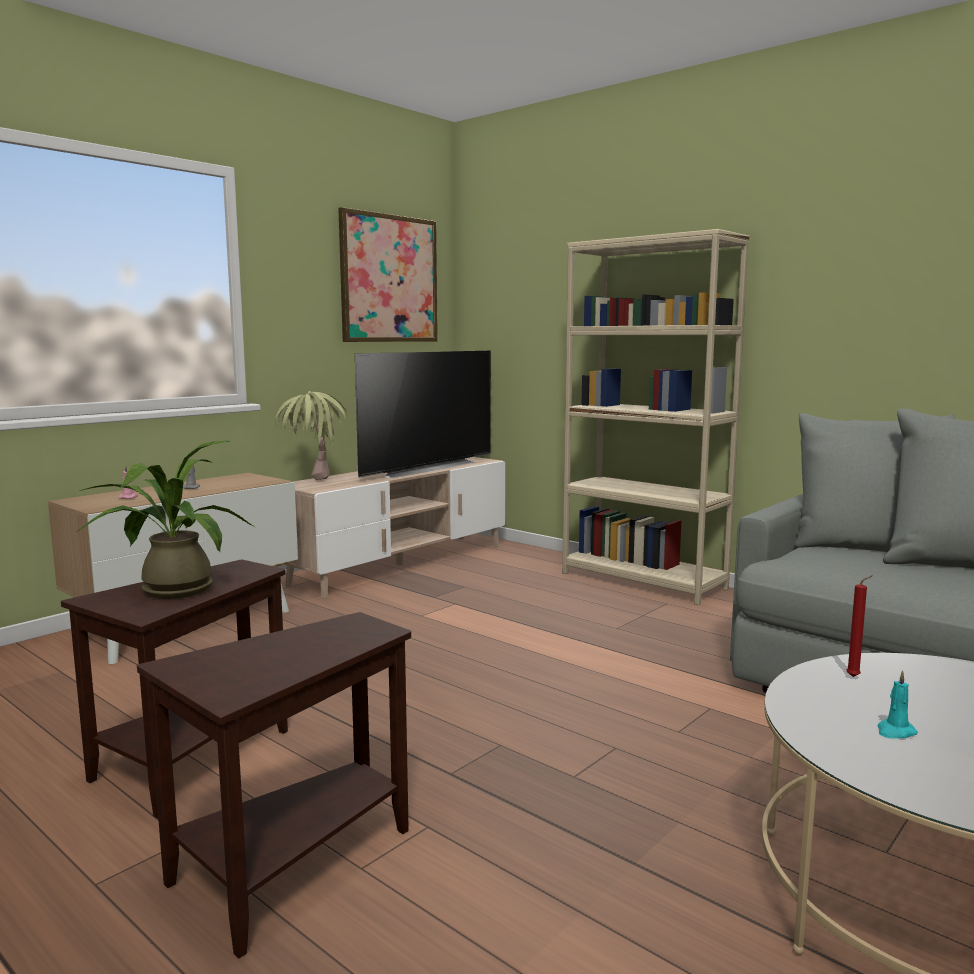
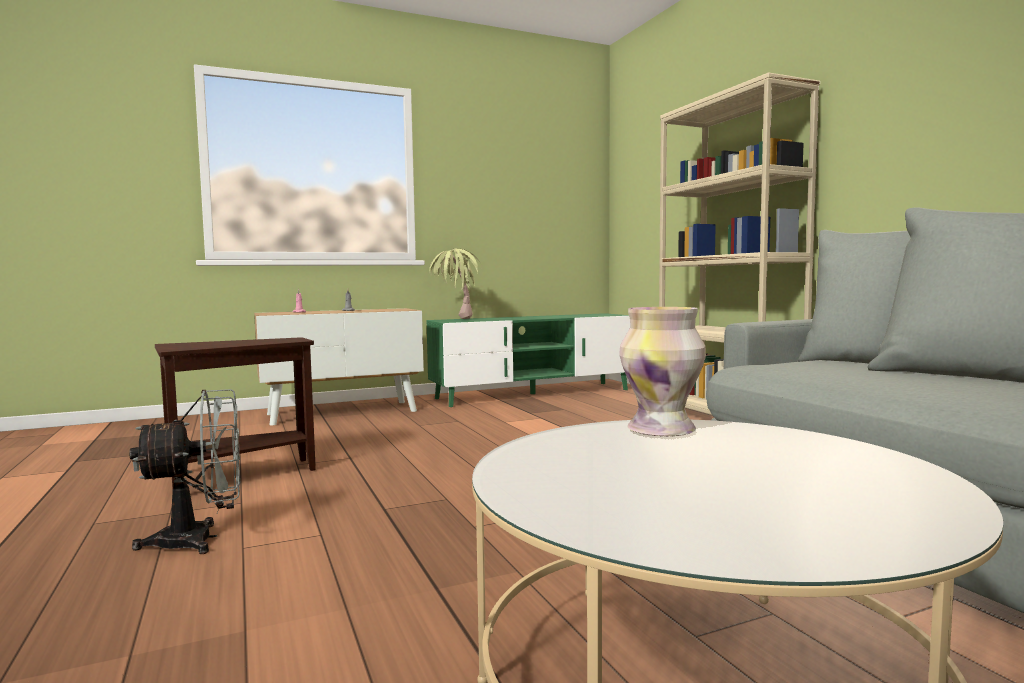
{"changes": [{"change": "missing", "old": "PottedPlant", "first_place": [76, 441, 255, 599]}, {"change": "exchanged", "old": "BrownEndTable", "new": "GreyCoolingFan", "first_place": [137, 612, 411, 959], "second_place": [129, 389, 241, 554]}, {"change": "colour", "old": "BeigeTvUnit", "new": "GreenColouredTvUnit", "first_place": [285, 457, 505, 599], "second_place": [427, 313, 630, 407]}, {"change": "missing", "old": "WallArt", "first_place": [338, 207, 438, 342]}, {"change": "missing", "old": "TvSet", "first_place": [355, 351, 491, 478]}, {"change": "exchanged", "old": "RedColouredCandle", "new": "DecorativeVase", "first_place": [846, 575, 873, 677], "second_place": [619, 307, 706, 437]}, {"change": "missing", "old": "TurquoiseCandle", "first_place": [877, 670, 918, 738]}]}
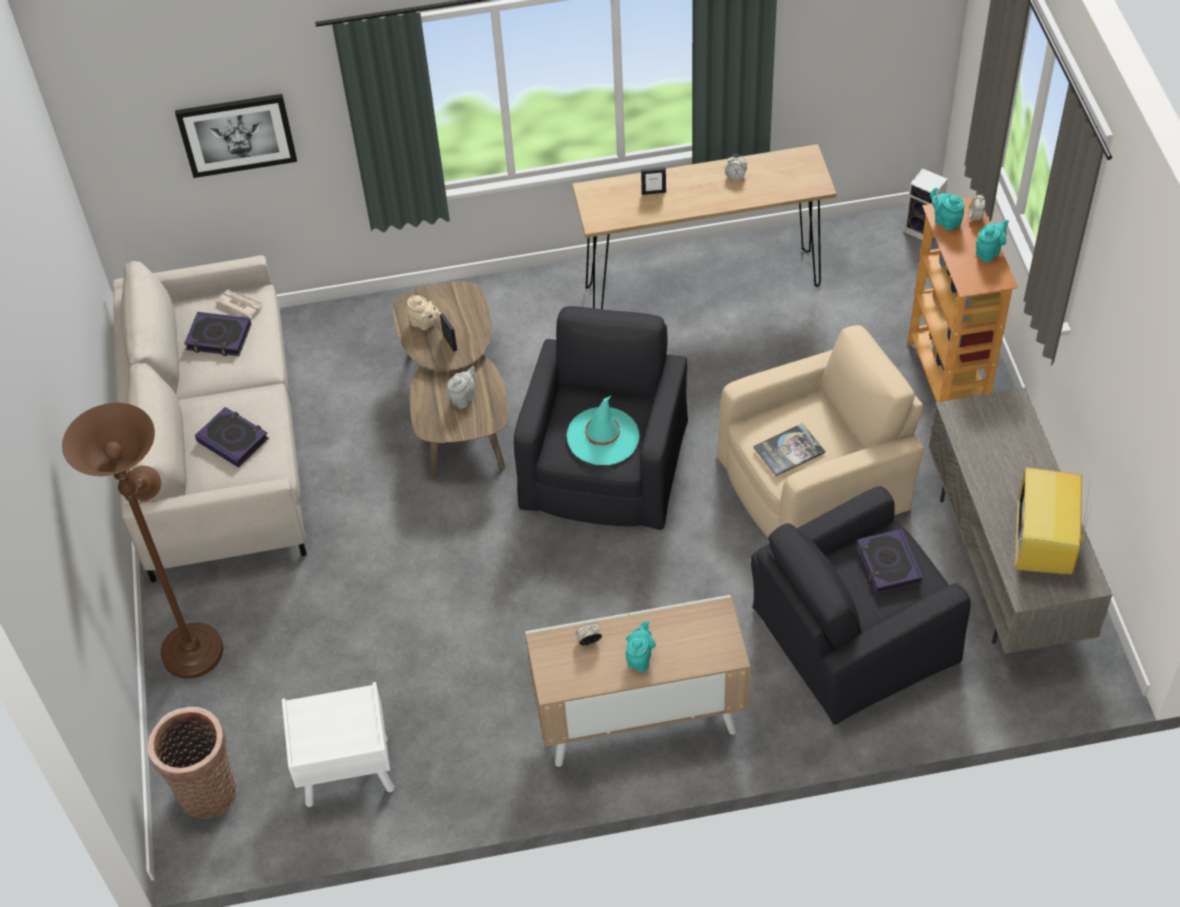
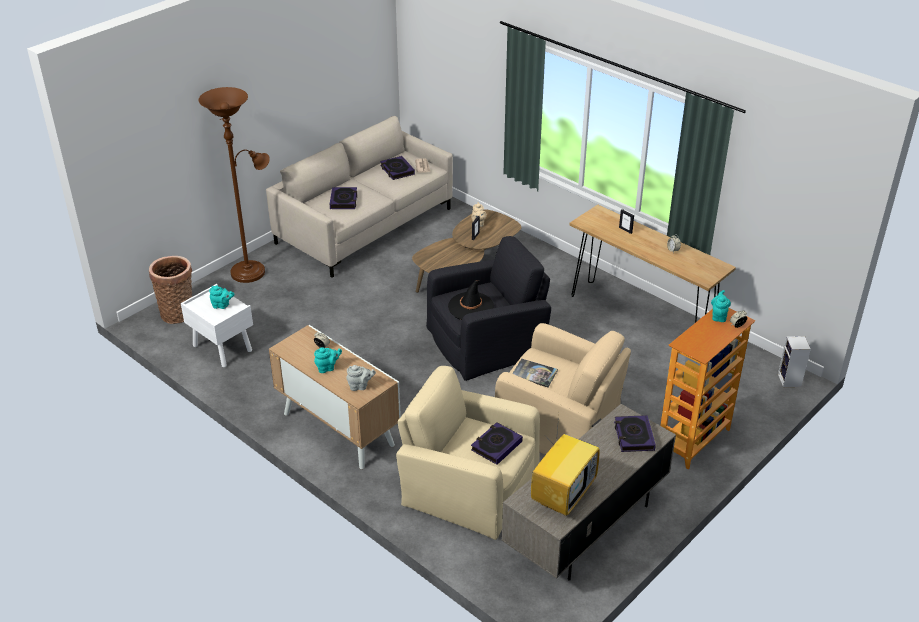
{"changes": [{"change": "missing", "old": "WallArt", "first_place": [175, 94, 297, 178]}, {"change": "relocated", "old": "GreyTeapot", "first_place": [447, 366, 476, 409], "second_place": [346, 365, 376, 391]}, {"change": "colour", "old": "TurquoiseWearableHat", "new": "BlackishWearableHat", "first_place": [567, 395, 640, 465], "second_place": [448, 280, 494, 320]}, {"change": "colour", "old": "BlackishLoungeChair", "new": "BeigeLoungeChair", "first_place": [751, 486, 970, 725], "second_place": [396, 366, 540, 540]}, {"change": "relocated", "old": "TurquoiseTeapot", "first_place": [976, 220, 1009, 262], "second_place": [209, 285, 235, 309]}, {"change": "spun", "old": "TvSet", "first_place": [1015, 468, 1092, 575], "second_place": [531, 416, 600, 516], "degrees": 150}, {"change": "appeared", "new": "BoundBook", "second_place": [614, 415, 656, 452]}]}
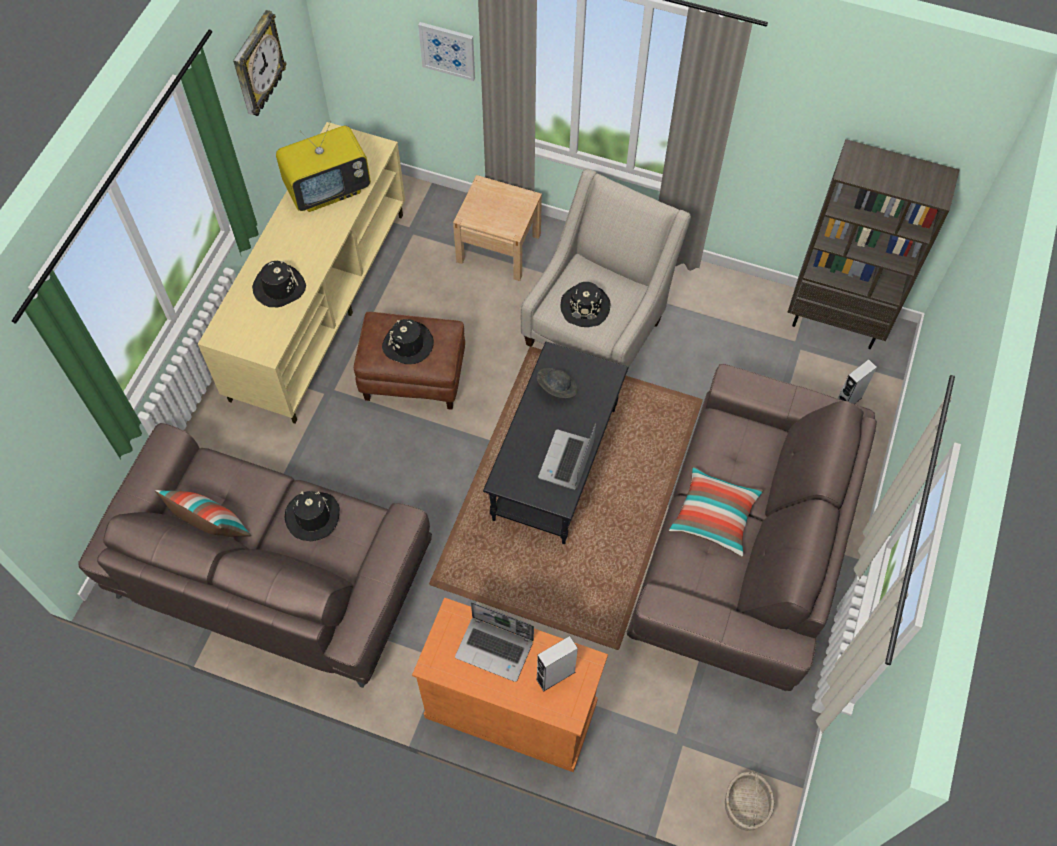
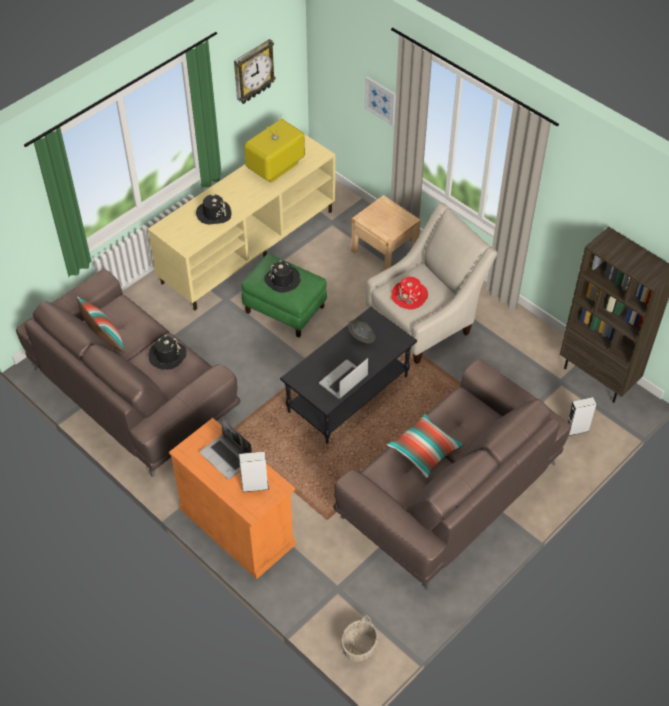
{"changes": [{"change": "spun", "old": "TvSet", "first_place": [276, 121, 371, 212], "second_place": [244, 114, 305, 183], "degrees": 135}, {"change": "colour", "old": "BrownOttoman", "new": "GreenColouredOttoman", "first_place": [354, 312, 465, 410], "second_place": [241, 253, 327, 338]}, {"change": "colour", "old": "BlackishWearableHat", "new": "RedColouredWearableHat", "first_place": [560, 282, 611, 327], "second_place": [392, 277, 428, 310]}]}
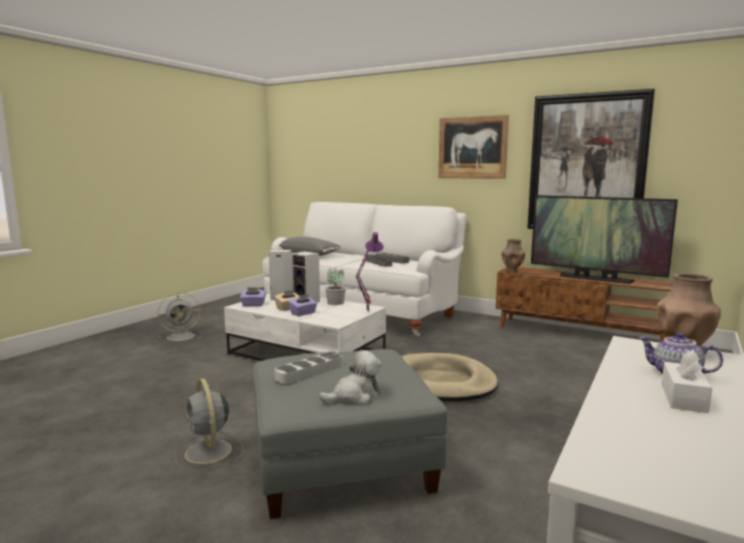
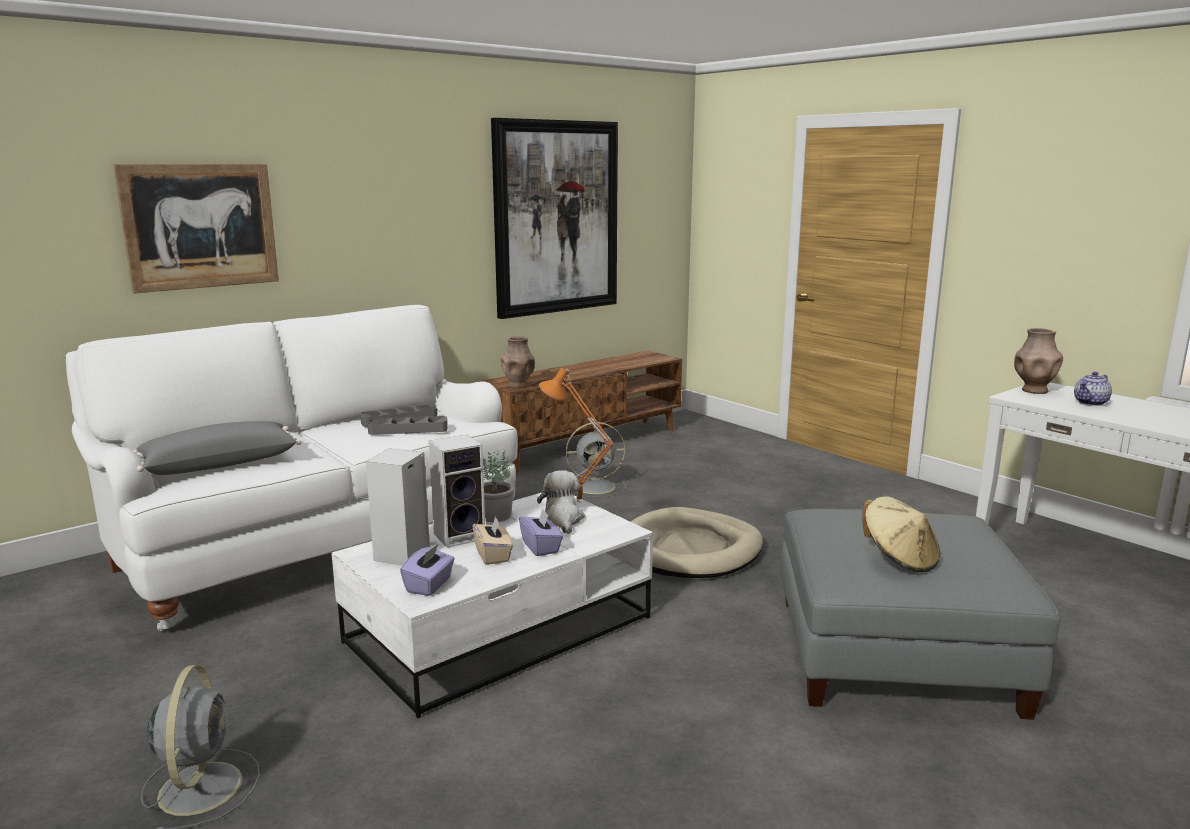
{"changes": [{"change": "relocated", "old": "GreyCoolingFan", "first_place": [174, 378, 244, 471], "second_place": [566, 422, 626, 497]}, {"change": "exchanged", "old": "GreyTray", "new": "BeigeWearableHat", "first_place": [274, 352, 343, 384], "second_place": [862, 496, 940, 572]}, {"change": "relocated", "old": "SoftToy", "first_place": [319, 350, 381, 403], "second_place": [537, 470, 585, 534]}, {"change": "colour", "old": "PurpleColouredTabletopLamp", "new": "OrangeColouredTabletopLamp", "first_place": [356, 232, 383, 312], "second_place": [539, 367, 614, 503]}, {"change": "relocated", "old": "WallArt", "first_place": [438, 115, 509, 179], "second_place": [113, 164, 279, 294]}, {"change": "missing", "old": "TvSet", "first_place": [531, 195, 678, 284]}, {"change": "missing", "old": "WhiteColouredTissueHolder", "first_place": [662, 350, 712, 413]}]}
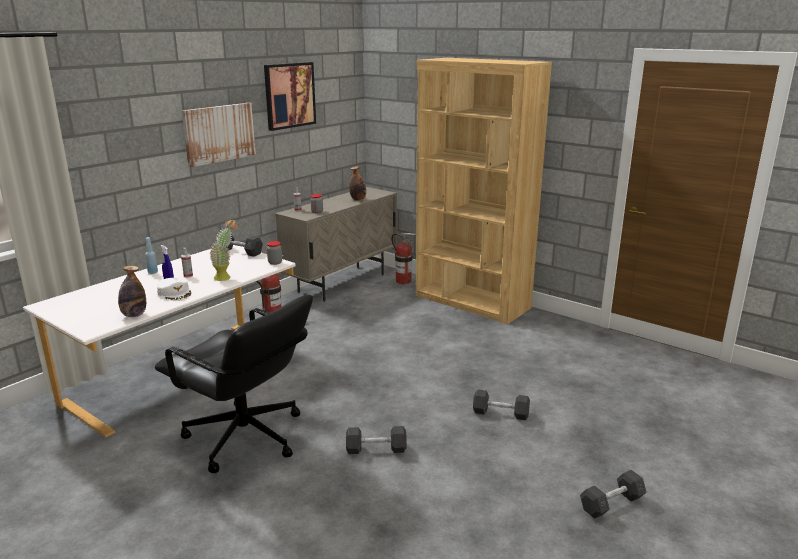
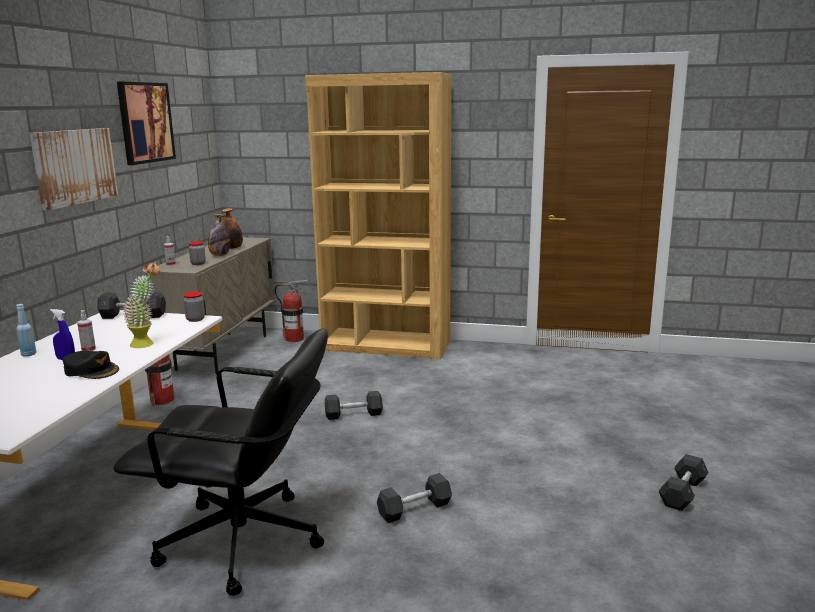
{"changes": [{"change": "relocated", "old": "Bottle", "first_place": [118, 266, 146, 317], "second_place": [208, 214, 230, 256]}, {"change": "colour", "old": "WhiteColouredCap", "new": "BlackishCap", "first_place": [157, 278, 191, 301], "second_place": [63, 351, 119, 379]}, {"change": "relocated", "old": "GreyHandWeight", "first_place": [473, 390, 530, 420], "second_place": [325, 391, 383, 420]}]}
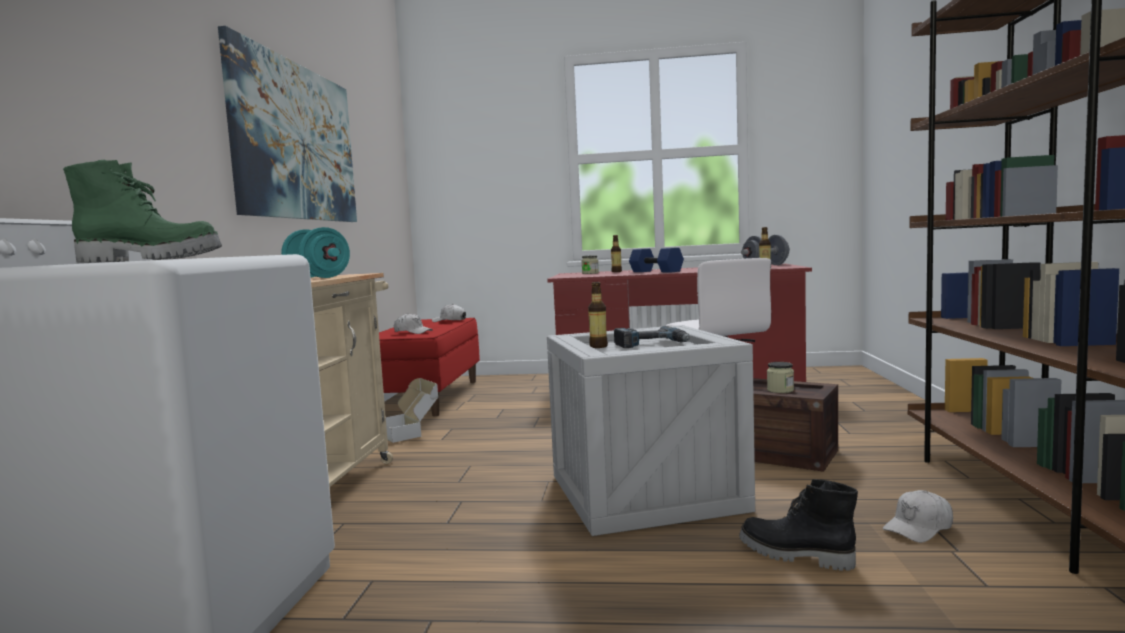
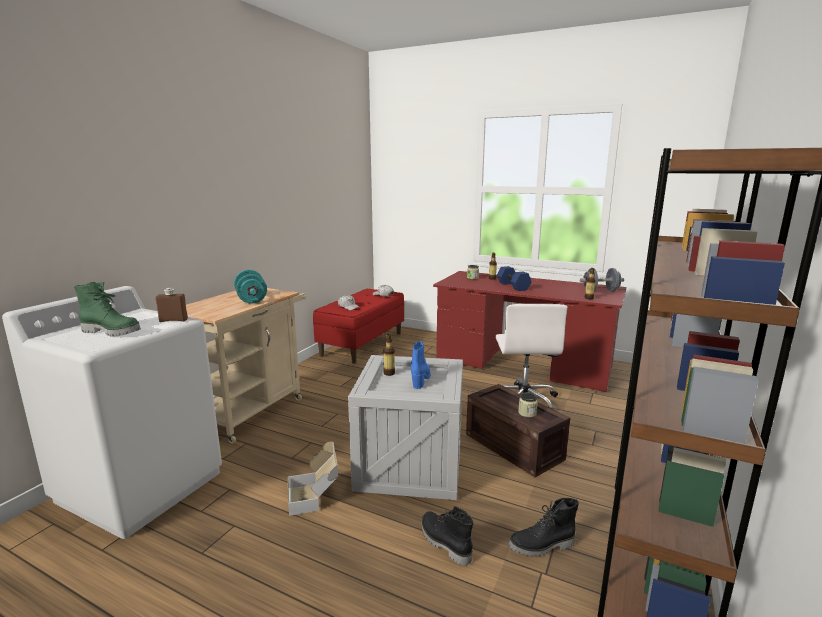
{"changes": [{"change": "missing", "old": "WallArt", "first_place": [218, 26, 357, 222]}, {"change": "relocated", "old": "CardboardBox", "first_place": [386, 378, 438, 443], "second_place": [288, 442, 338, 516]}, {"change": "exchanged", "old": "ElectricDrill", "new": "BlueTallBoot", "first_place": [614, 326, 690, 348], "second_place": [411, 341, 430, 389]}, {"change": "exchanged", "old": "WhiteColouredCap", "new": "BlackishTallBoot", "first_place": [883, 490, 953, 543], "second_place": [508, 498, 579, 557]}, {"change": "appeared", "new": "BrownBottle", "second_place": [155, 288, 188, 322]}]}
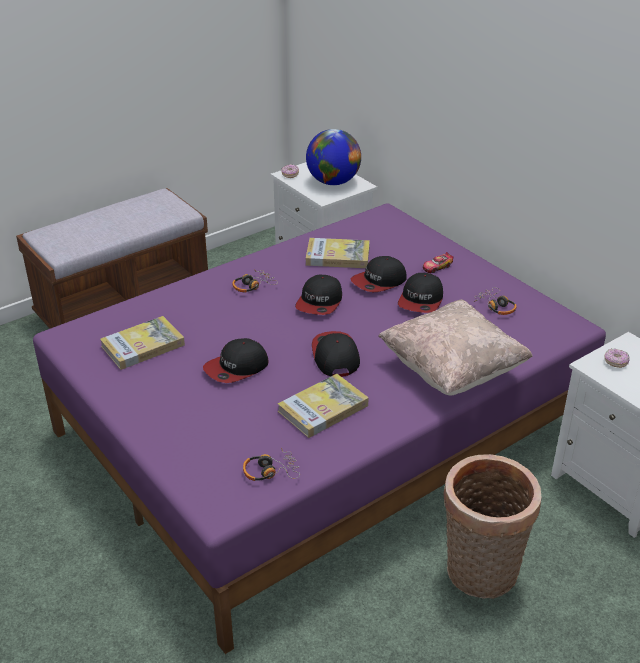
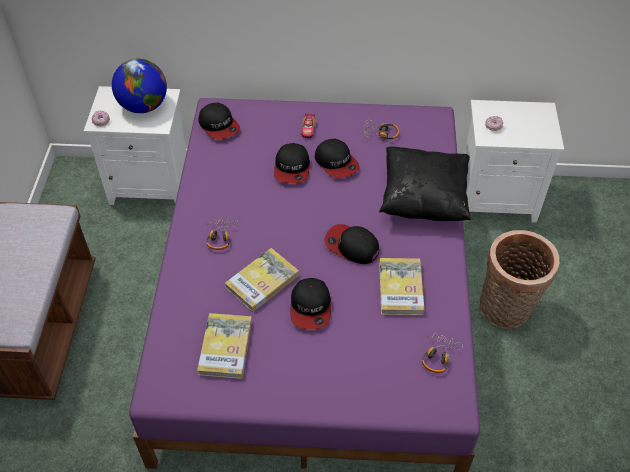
{"changes": [{"change": "relocated", "old": "Cap", "first_place": [295, 275, 342, 315], "second_place": [198, 102, 240, 140]}, {"change": "relocated", "old": "BoundBook", "first_place": [306, 238, 370, 268], "second_place": [225, 248, 299, 312]}, {"change": "colour", "old": "BeigeThrowPillow", "new": "BlackishThrowPillow", "first_place": [378, 299, 533, 395], "second_place": [379, 146, 471, 221]}]}
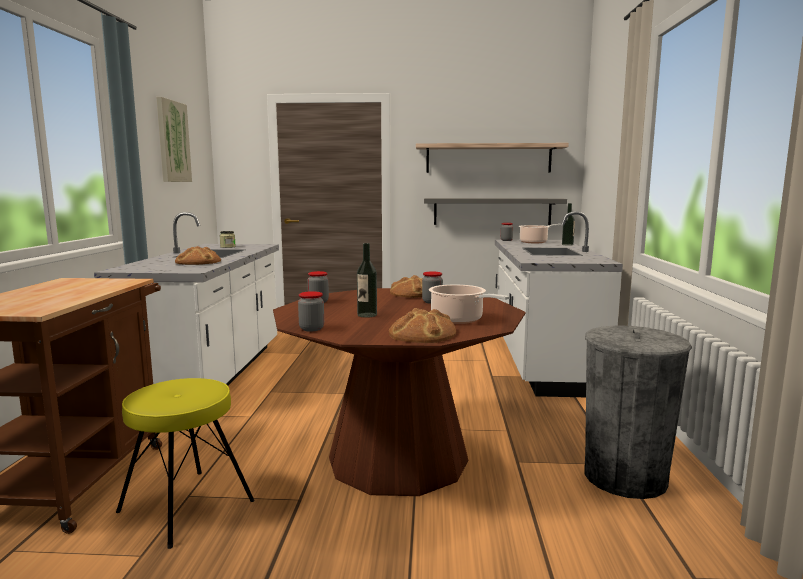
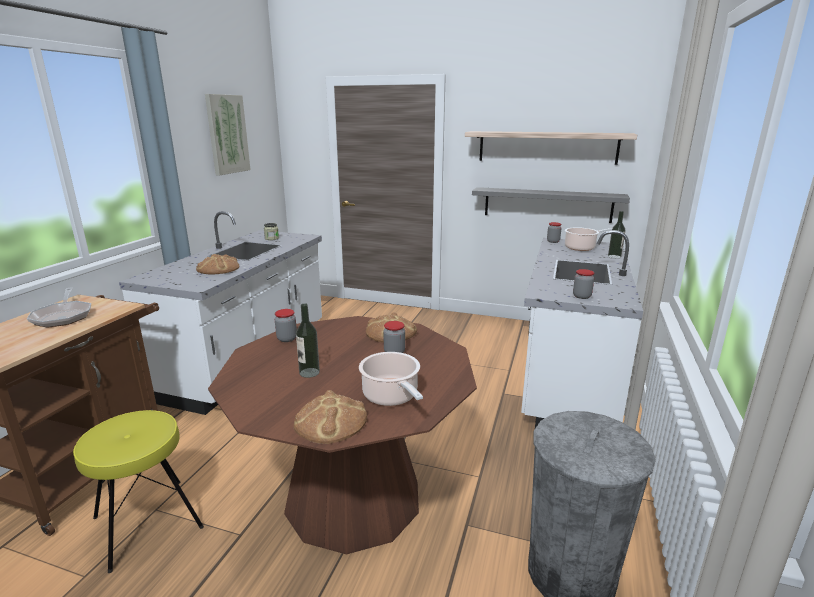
{"changes": [{"change": "relocated", "old": "StorageJar", "first_place": [298, 291, 324, 331], "second_place": [573, 269, 594, 299]}, {"change": "appeared", "new": "FryingPan", "second_place": [27, 288, 91, 328]}]}
